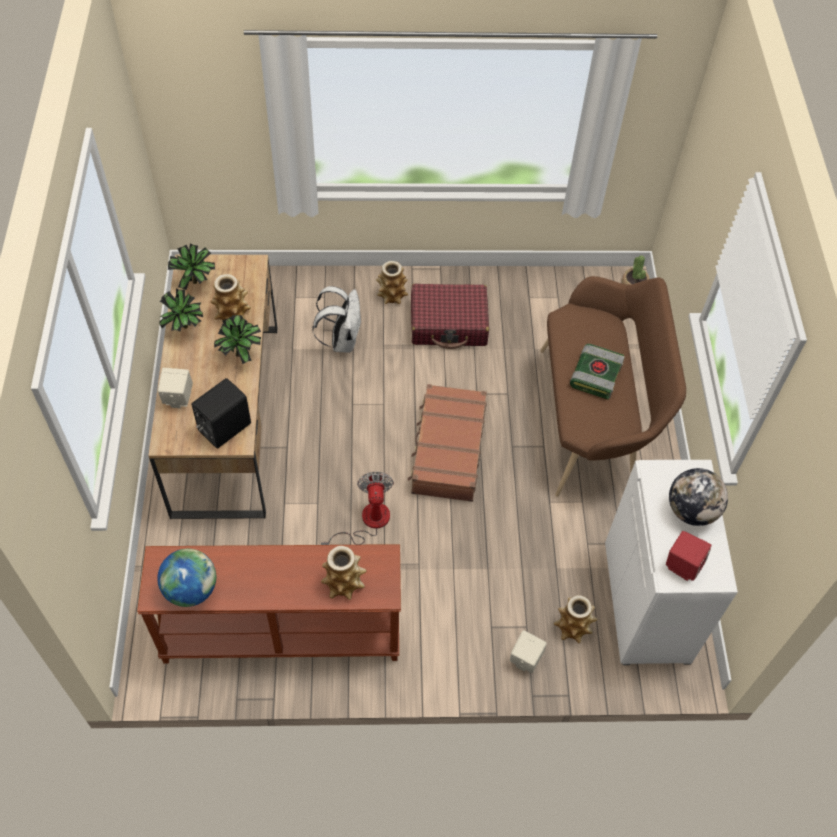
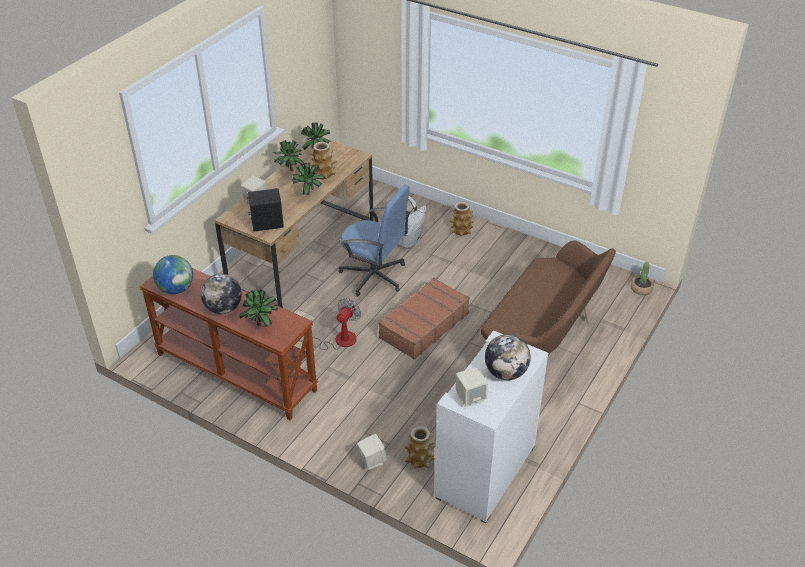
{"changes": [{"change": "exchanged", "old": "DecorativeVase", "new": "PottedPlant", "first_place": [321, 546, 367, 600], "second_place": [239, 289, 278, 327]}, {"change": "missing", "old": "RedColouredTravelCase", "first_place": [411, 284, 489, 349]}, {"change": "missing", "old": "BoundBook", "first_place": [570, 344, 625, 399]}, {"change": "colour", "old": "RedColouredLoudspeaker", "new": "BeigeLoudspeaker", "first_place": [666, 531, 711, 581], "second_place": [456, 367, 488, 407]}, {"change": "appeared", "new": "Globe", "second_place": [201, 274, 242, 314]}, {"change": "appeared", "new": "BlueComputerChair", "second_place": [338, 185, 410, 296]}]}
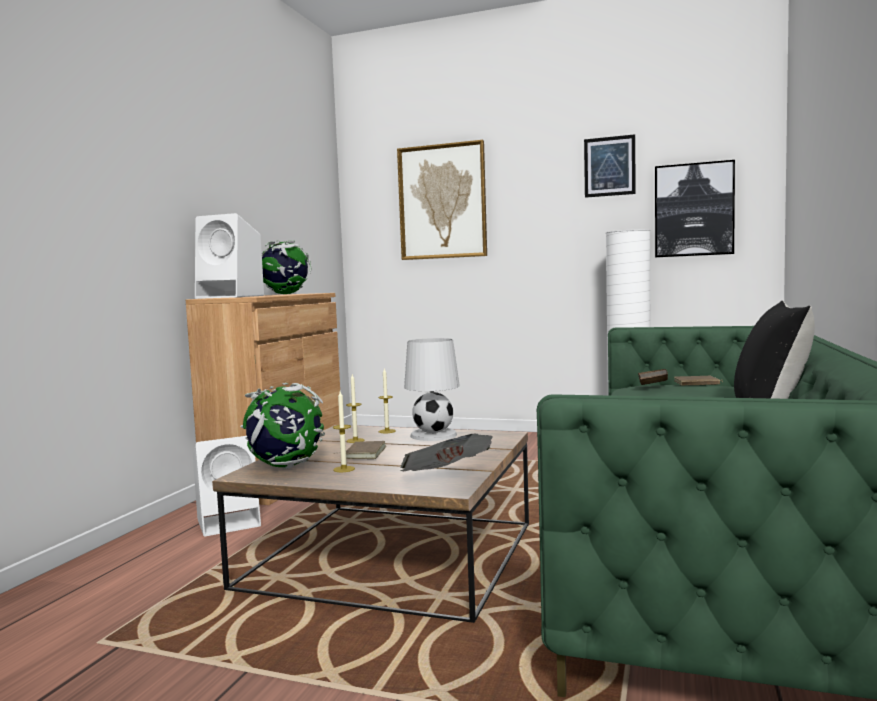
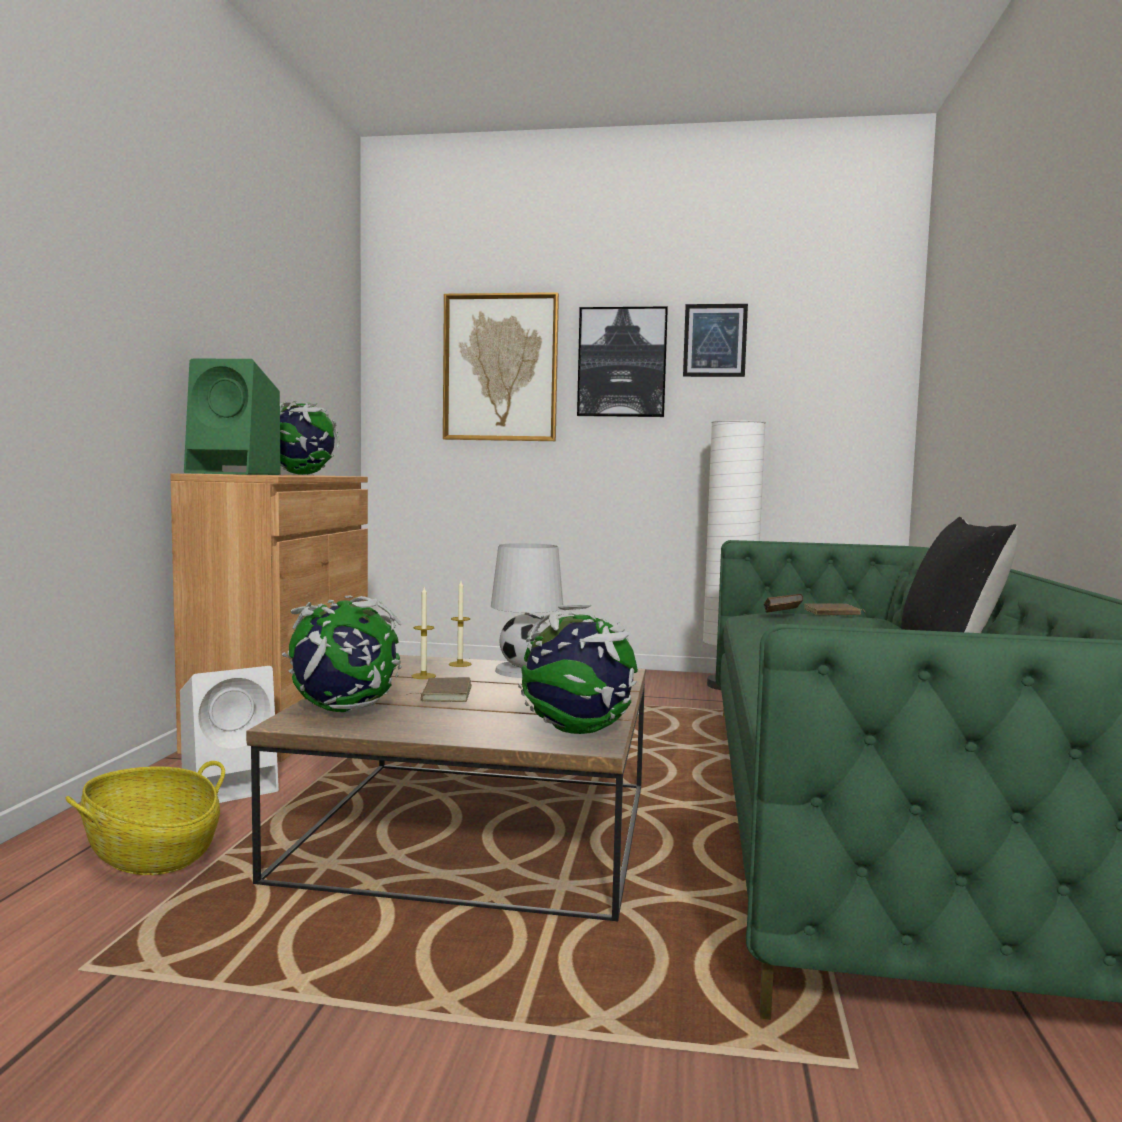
{"changes": [{"change": "colour", "old": "WhiteColouredLoudspeaker", "new": "GreenColouredLoudspeaker", "first_place": [195, 213, 264, 299], "second_place": [184, 359, 281, 475]}, {"change": "missing", "old": "Candle", "first_place": [333, 391, 355, 472]}, {"change": "exchanged", "old": "Newspaper", "new": "Globe", "first_place": [400, 434, 493, 471], "second_place": [518, 604, 638, 734]}, {"change": "relocated", "old": "WallArt", "first_place": [655, 160, 735, 257], "second_place": [577, 306, 668, 417]}, {"change": "appeared", "new": "Basket", "second_place": [66, 761, 225, 875]}]}
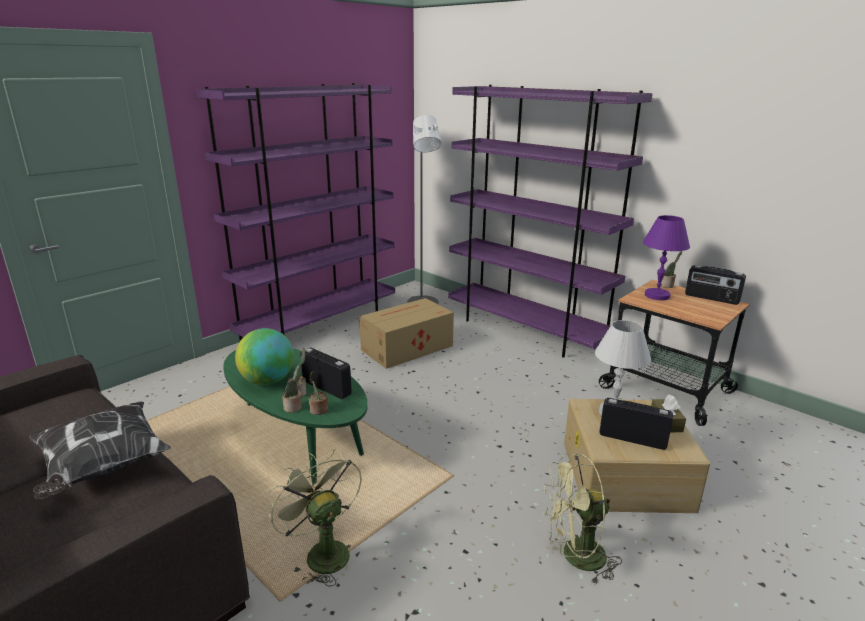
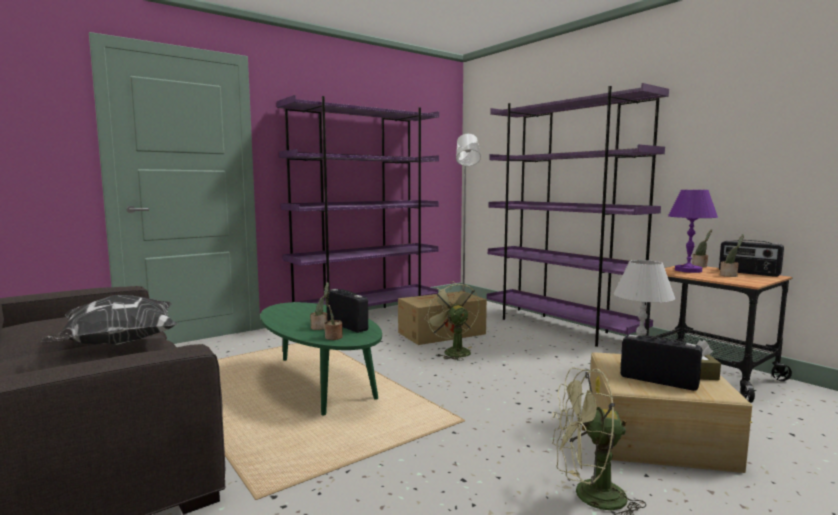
{"changes": [{"change": "missing", "old": "Globe", "first_place": [235, 328, 294, 385]}, {"change": "relocated", "old": "GreenColouredCoolingFan", "first_place": [267, 449, 362, 587], "second_place": [424, 281, 479, 361]}, {"change": "relocated", "old": "PottedPlant", "first_place": [282, 365, 302, 413], "second_place": [720, 234, 744, 277]}]}
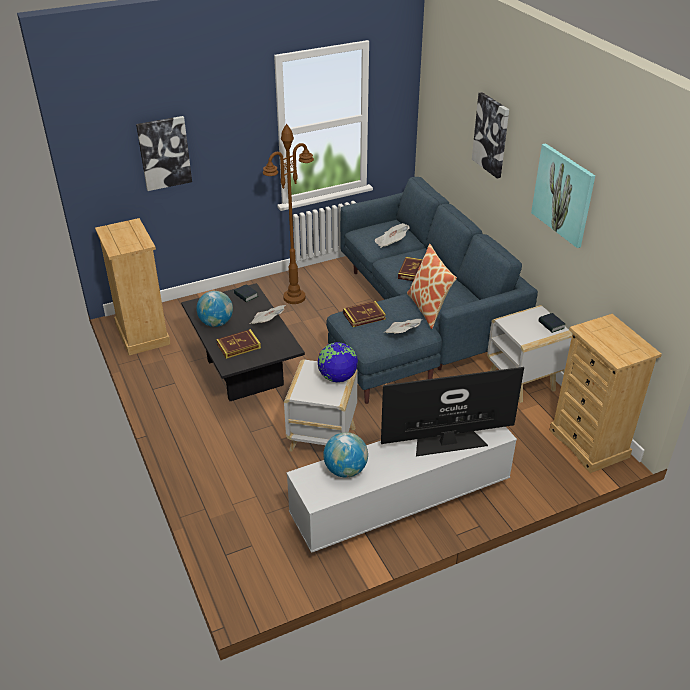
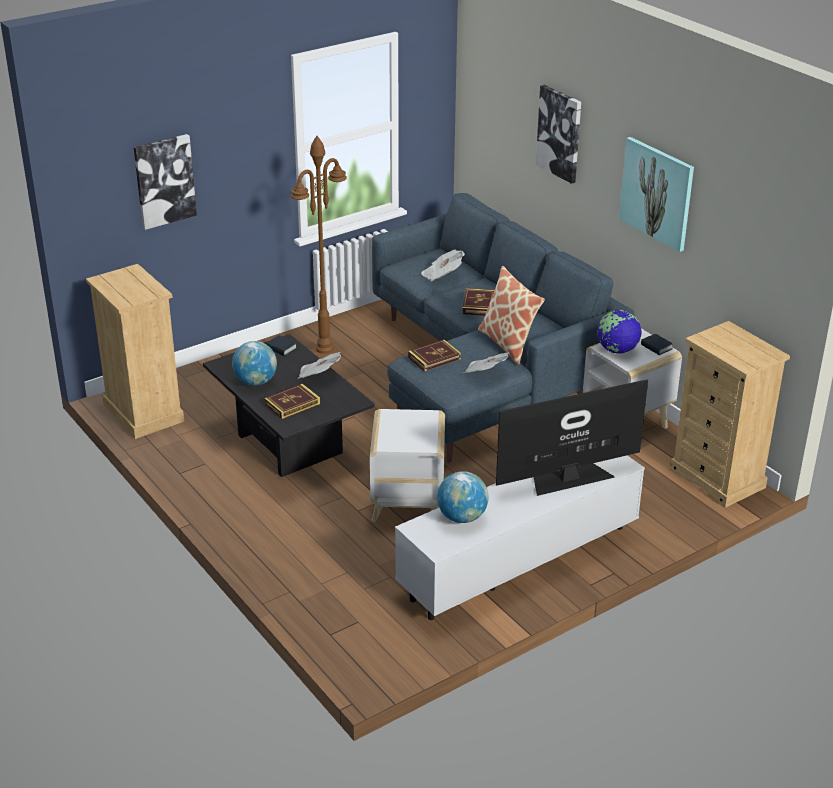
{"changes": [{"change": "relocated", "old": "Globe", "first_place": [318, 342, 358, 382], "second_place": [597, 310, 642, 354]}]}
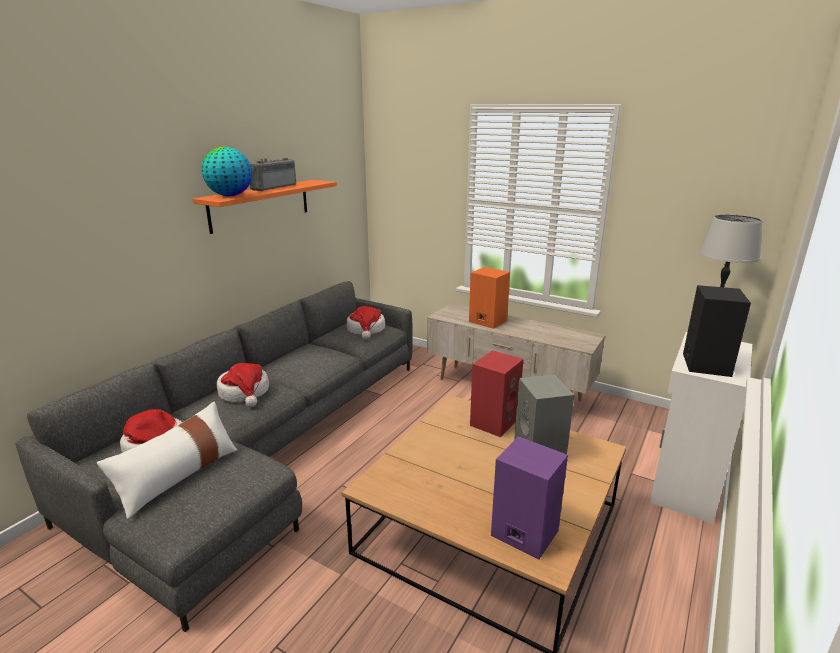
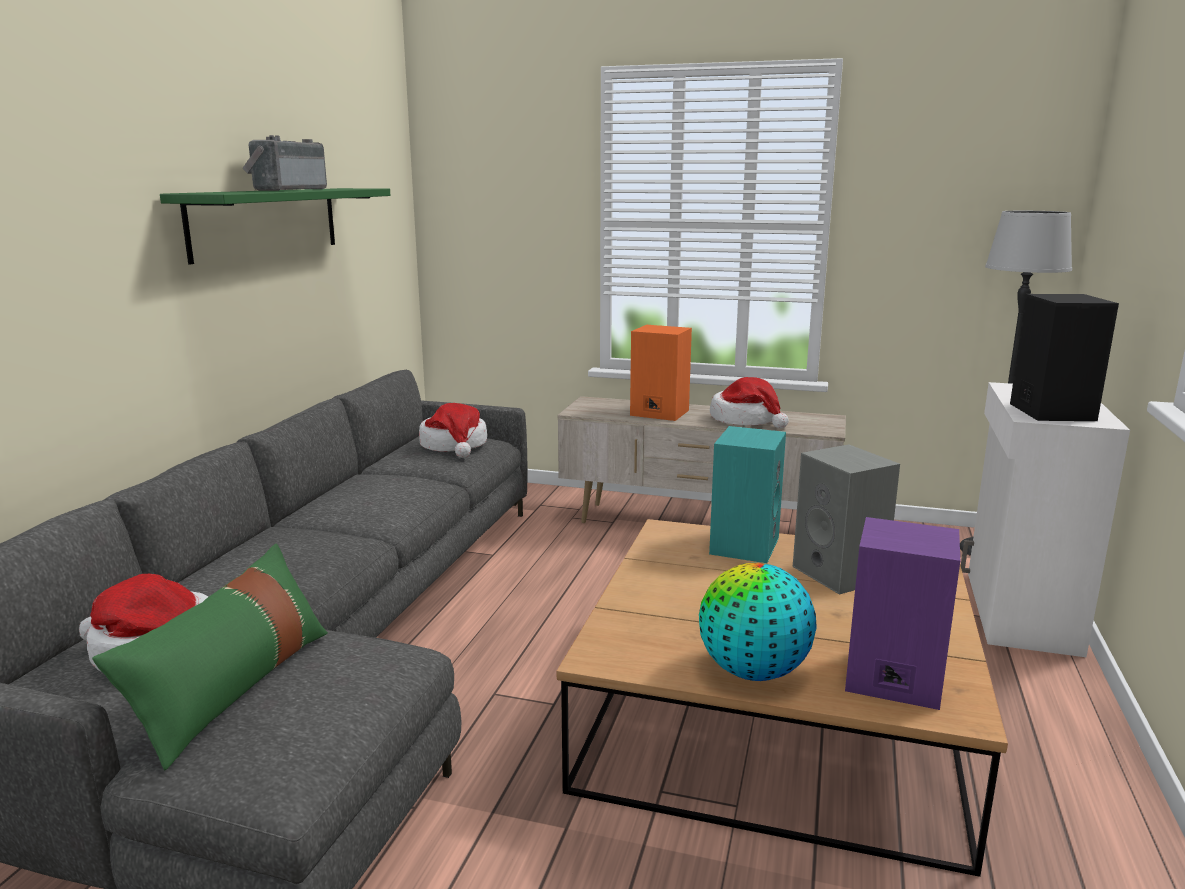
{"changes": [{"change": "colour", "old": "WhiteColouredThrowPillow", "new": "GreenColouredThrowPillow", "first_place": [97, 402, 238, 519], "second_place": [92, 544, 328, 770]}, {"change": "colour", "old": "OrangeColouredWallShelf", "new": "GreenColouredWallShelf", "first_place": [192, 180, 337, 234], "second_place": [160, 188, 390, 265]}, {"change": "relocated", "old": "Globe", "first_place": [202, 147, 252, 196], "second_place": [699, 563, 817, 681]}, {"change": "relocated", "old": "WearableHat", "first_place": [217, 363, 269, 407], "second_place": [710, 377, 789, 428]}, {"change": "colour", "old": "RedColouredLoudspeaker", "new": "TurquoiseLoudspeaker", "first_place": [470, 350, 523, 437], "second_place": [709, 426, 786, 563]}]}
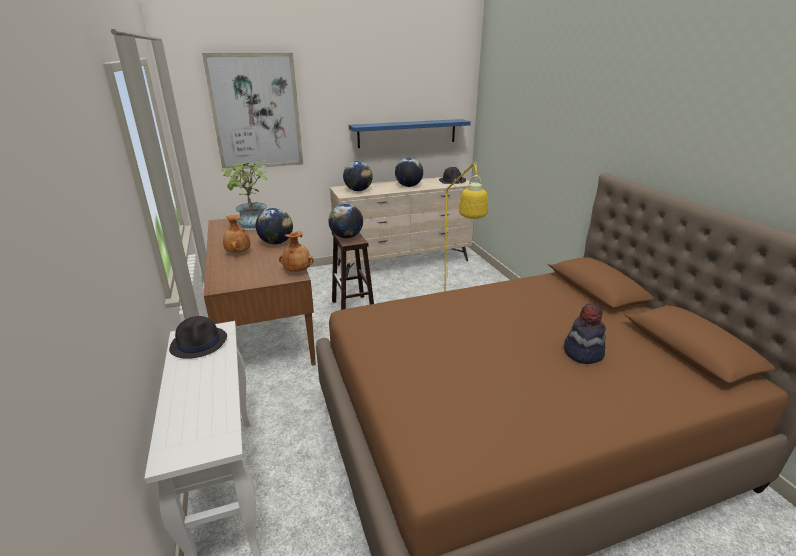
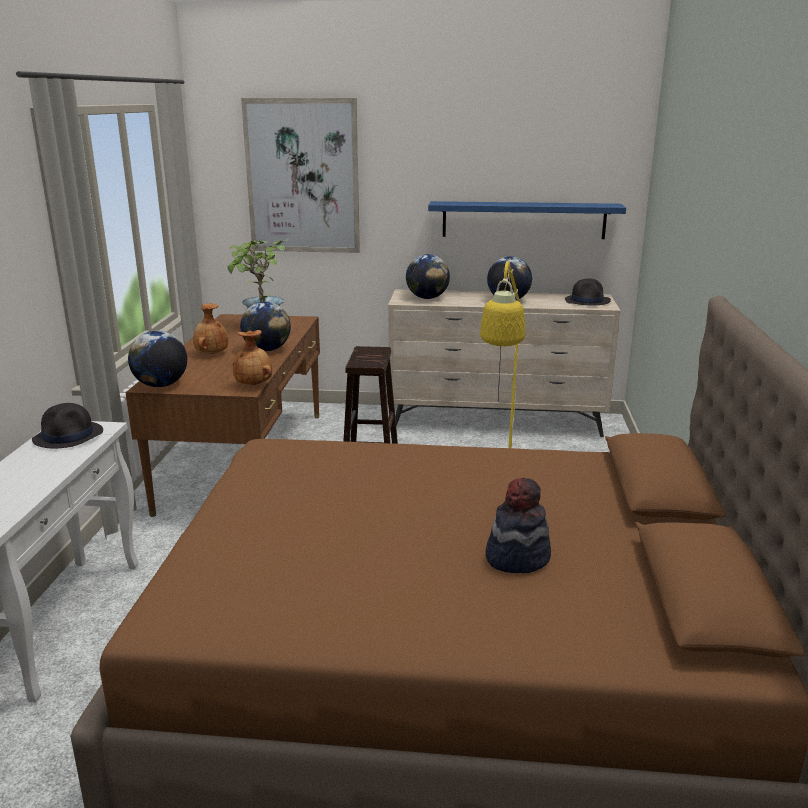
{"changes": [{"change": "relocated", "old": "Globe", "first_place": [328, 204, 363, 239], "second_place": [128, 331, 187, 387]}]}
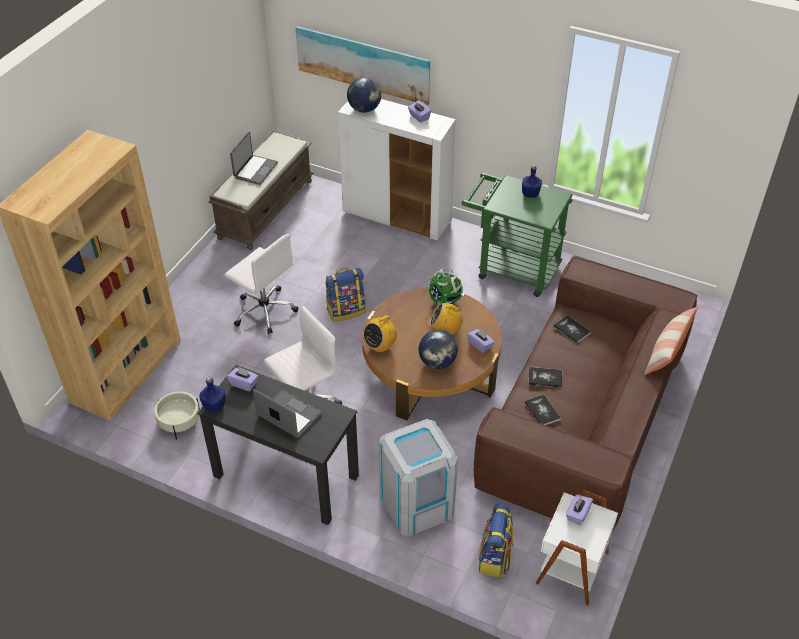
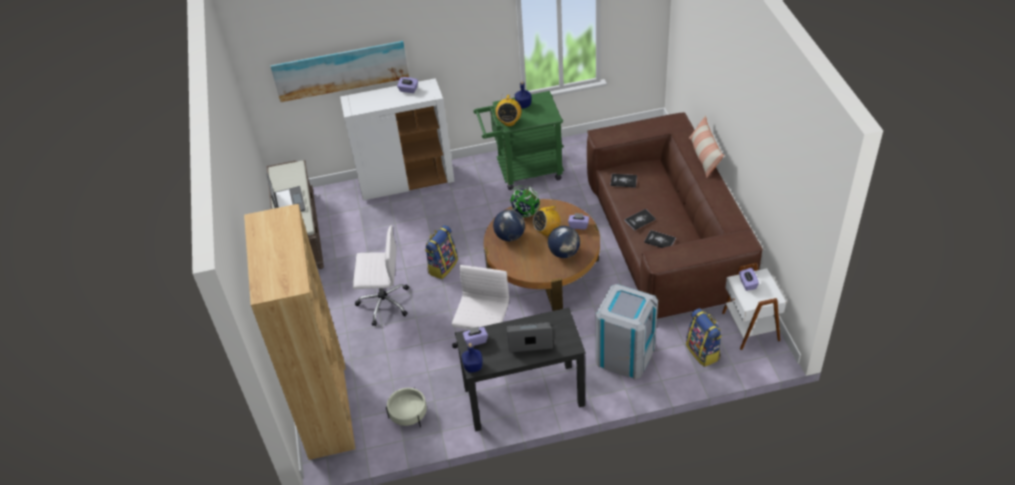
{"changes": [{"change": "relocated", "old": "Globe", "first_place": [347, 77, 381, 113], "second_place": [493, 210, 525, 241]}, {"change": "relocated", "old": "RadioReceiver", "first_place": [363, 311, 397, 353], "second_place": [496, 95, 521, 126]}]}
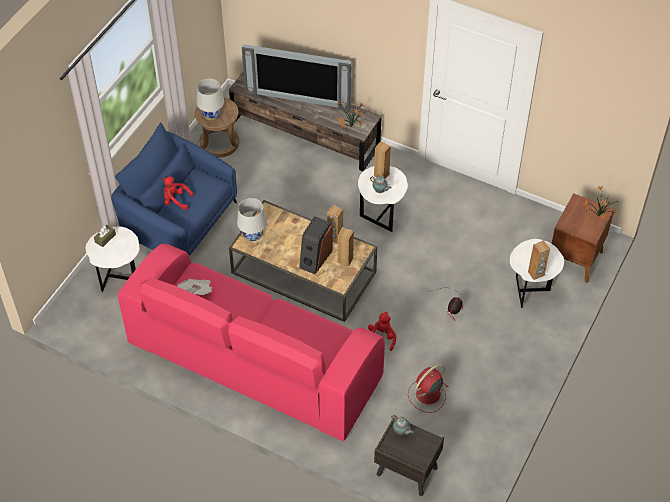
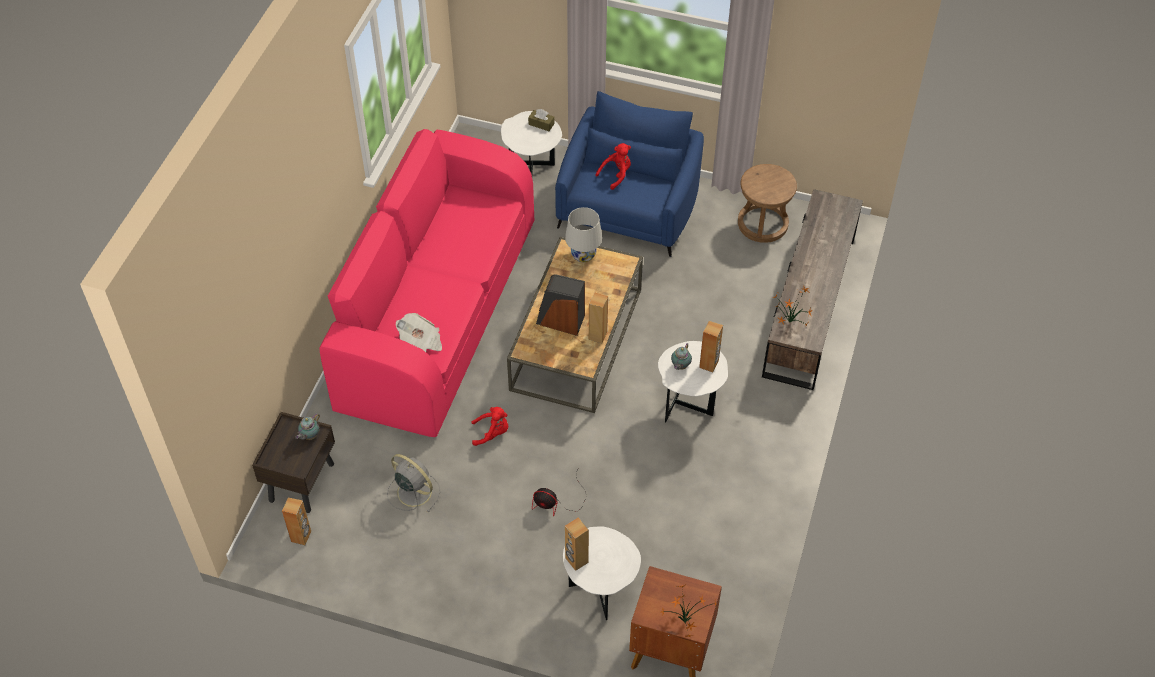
{"changes": [{"change": "spun", "old": "RedColouredSoftToy", "first_place": [163, 176, 193, 210], "second_place": [595, 143, 631, 190], "degrees": 45}, {"change": "relocated", "old": "Newspaper", "first_place": [177, 279, 212, 295], "second_place": [396, 313, 442, 352]}, {"change": "missing", "old": "WhiteColouredTabletopLamp", "first_place": [196, 79, 224, 121]}, {"change": "missing", "old": "TvSet", "first_place": [242, 44, 352, 110]}, {"change": "relocated", "old": "BrownLoudspeaker", "first_place": [337, 227, 354, 267], "second_place": [282, 498, 311, 545]}, {"change": "colour", "old": "RedColouredCoolingFan", "new": "GreyCoolingFan", "first_place": [408, 364, 448, 413], "second_place": [387, 454, 440, 512]}]}
